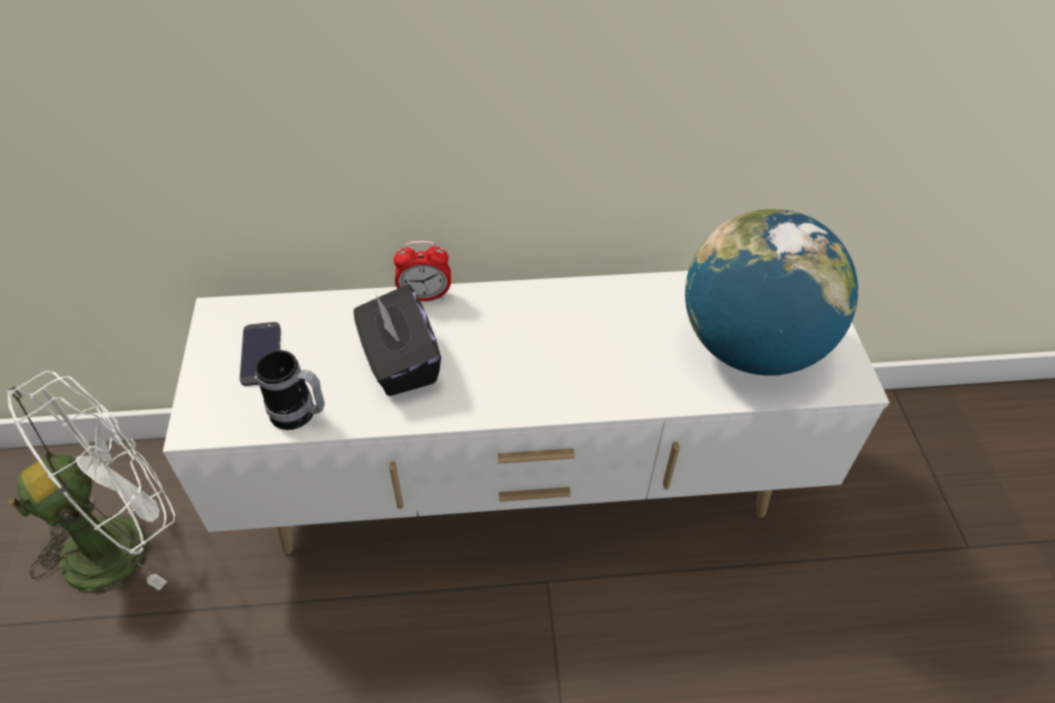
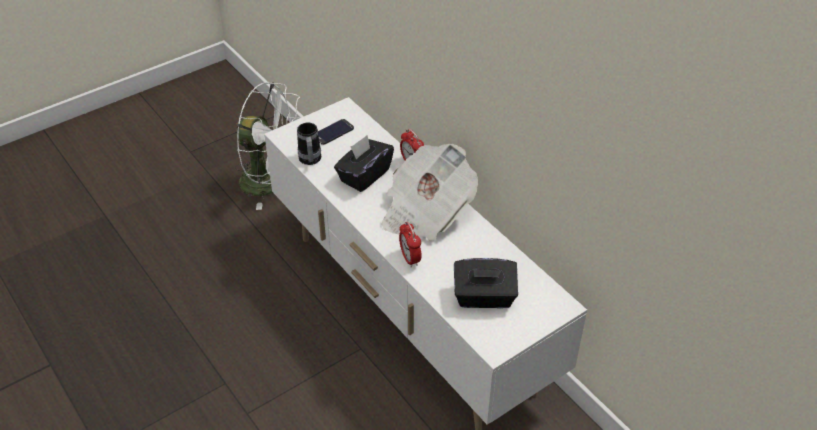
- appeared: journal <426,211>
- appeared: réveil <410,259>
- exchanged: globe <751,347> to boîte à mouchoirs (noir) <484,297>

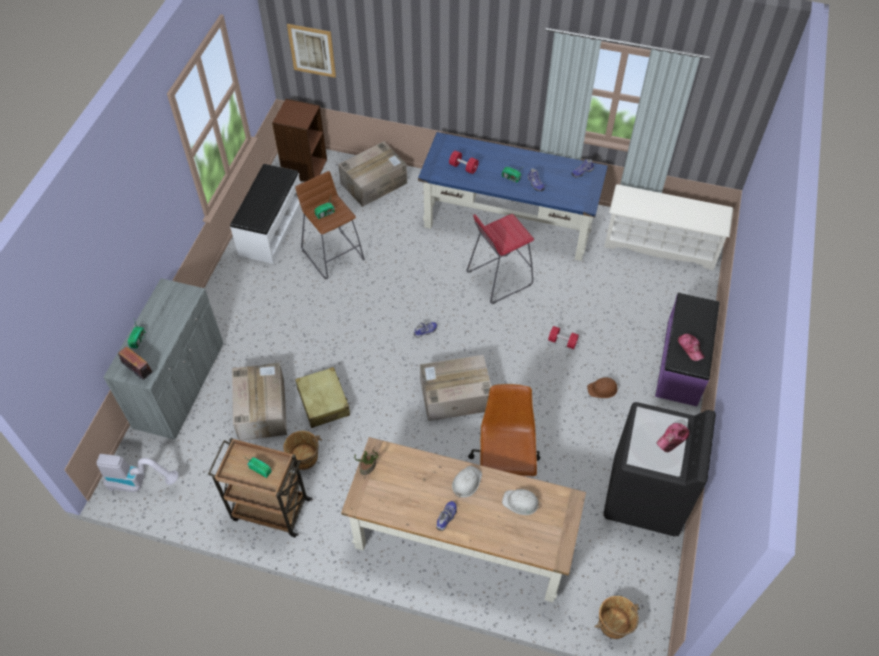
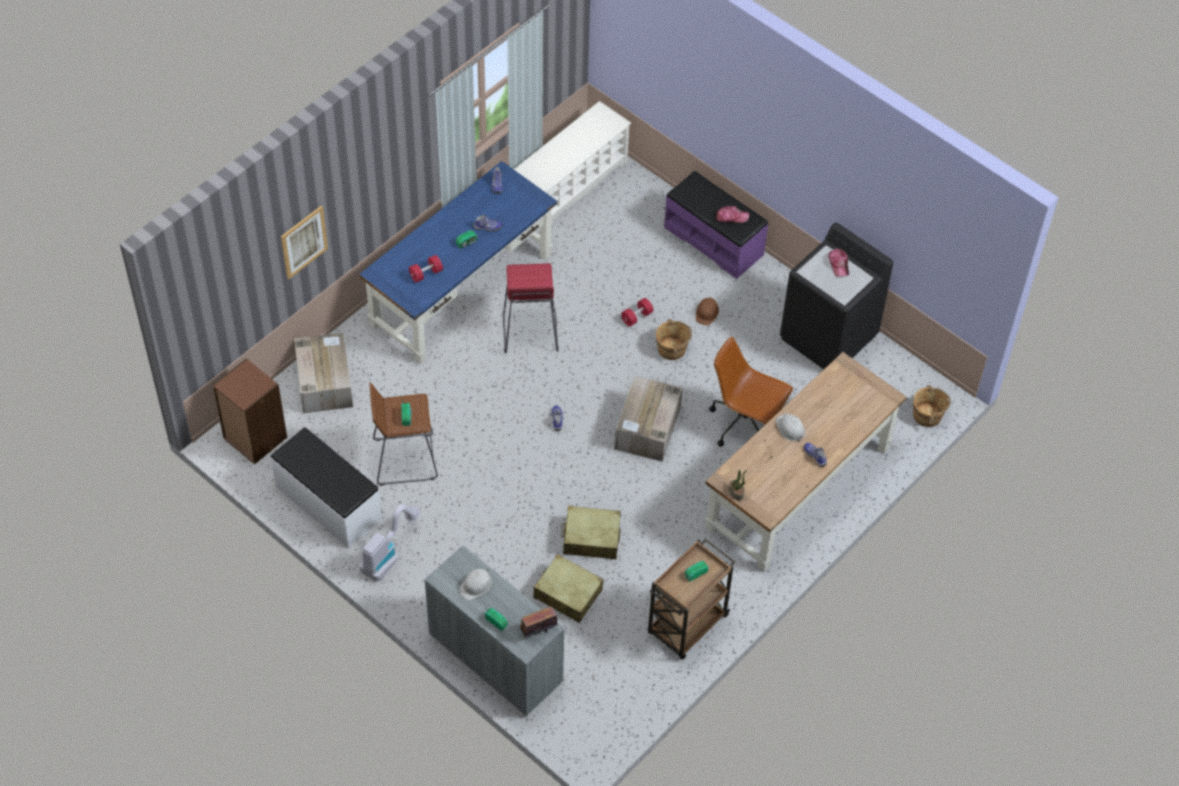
- relocated: aspirateur <139,482> to <388,555>
- relocated: seau (marron) <304,458> to <672,349>
- relocated: tableau <312,50> to <304,242>
- relocated: casque de chantier (blanc) <521,502> to <476,585>
- exchanged: carton <261,408> to valise (beige) <567,594>

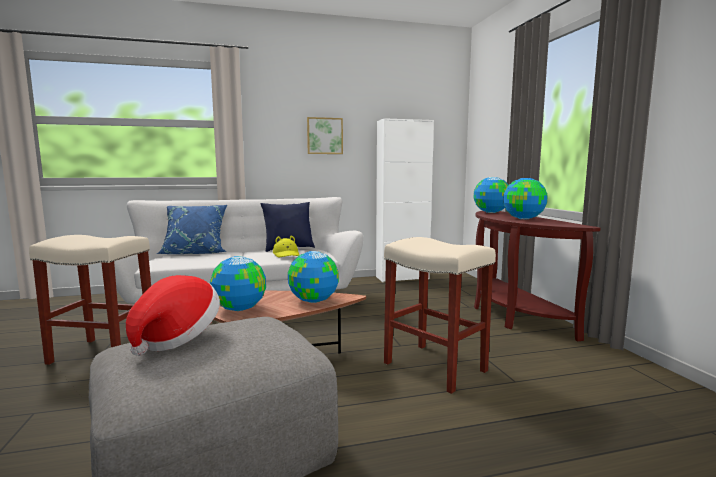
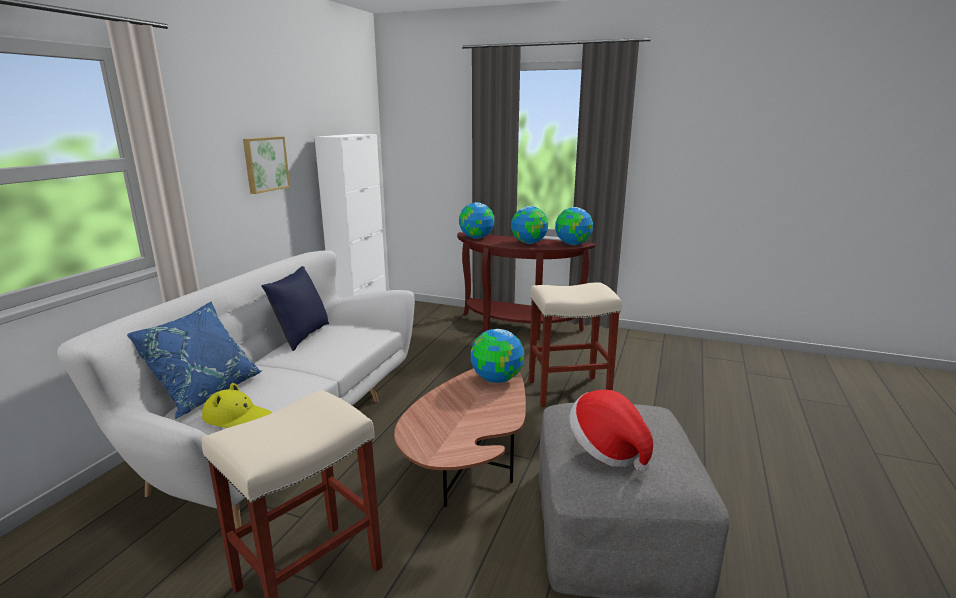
- relocated: globe <239,309> to <572,244>
- relocated: chapeau (jaune) <286,254> to <237,417>

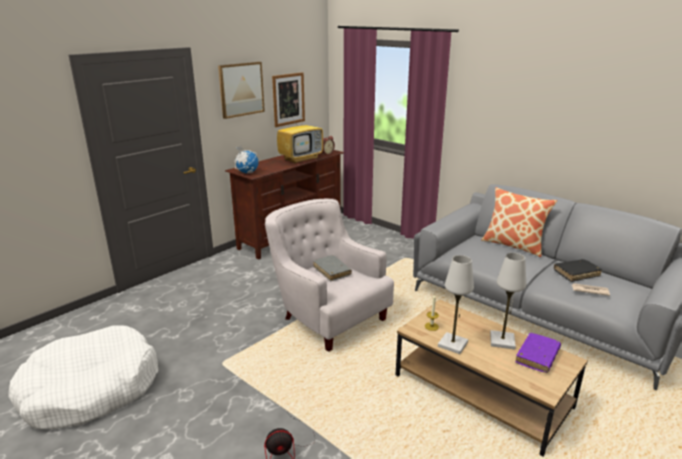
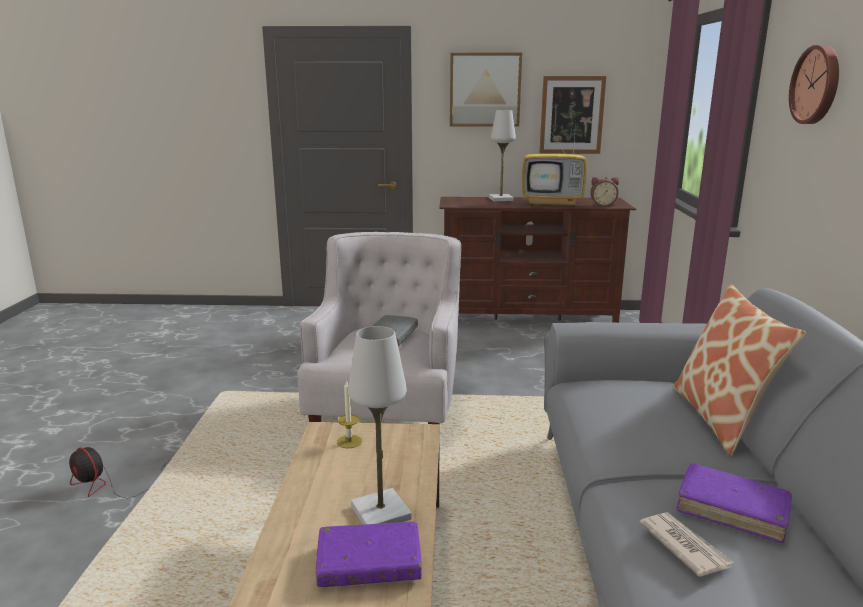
- missing: panier pour chien (blanc) <90,389>
- missing: globe <247,173>
- appeared: horloge murale <817,85>
- relocated: lampe de table (blanc) <453,344> to <501,199>
- colour: livre (noir) <576,274> to livre (violet) <732,510>

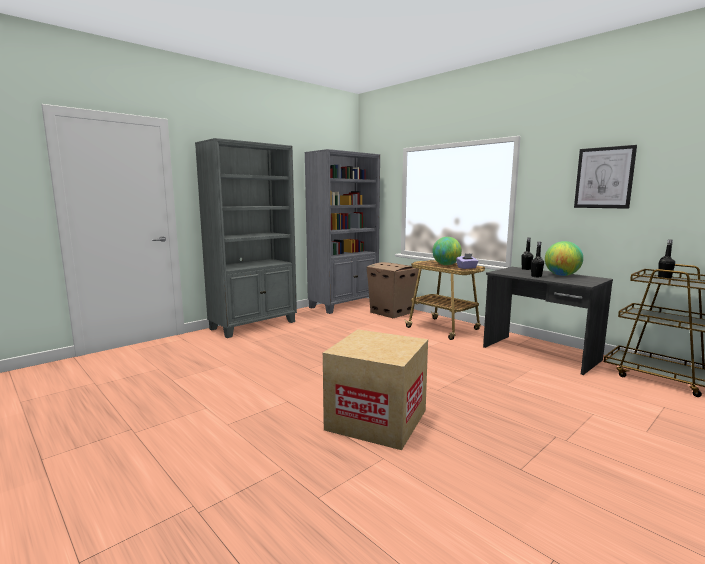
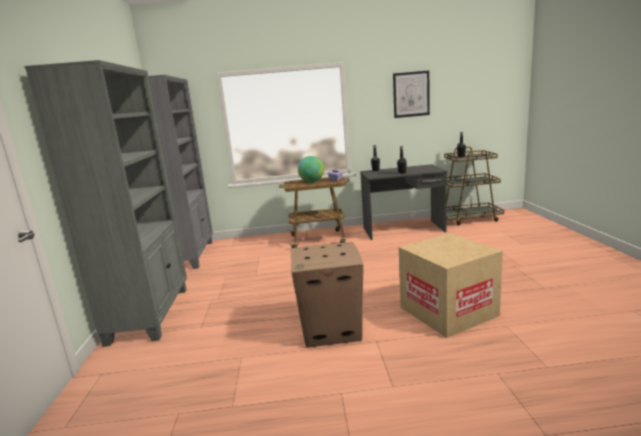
- missing: globe <562,275>
- relocated: carton <392,312> to <331,329>

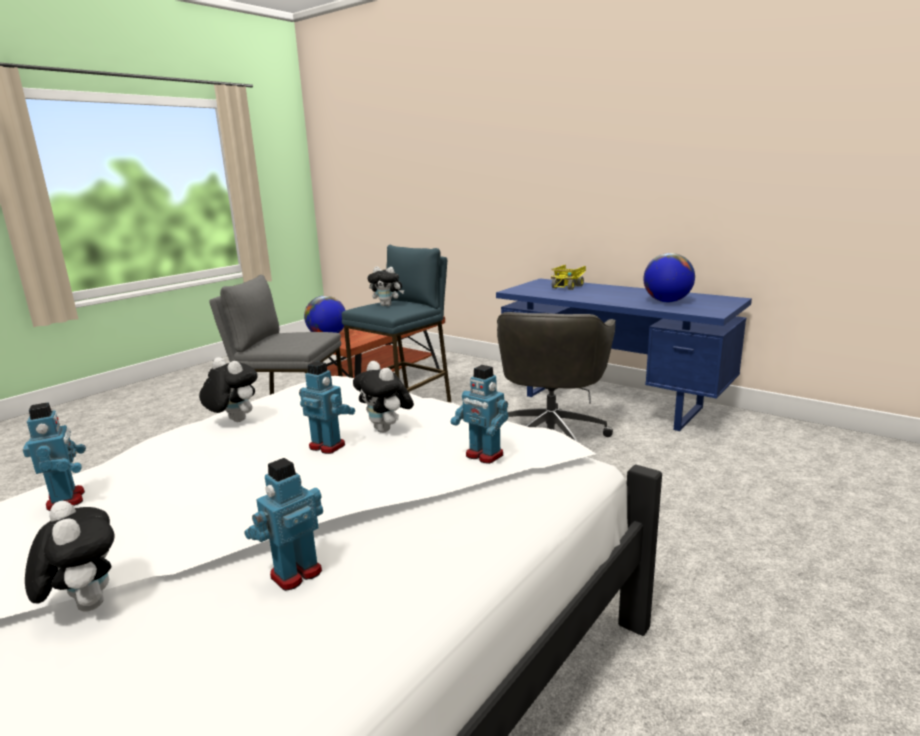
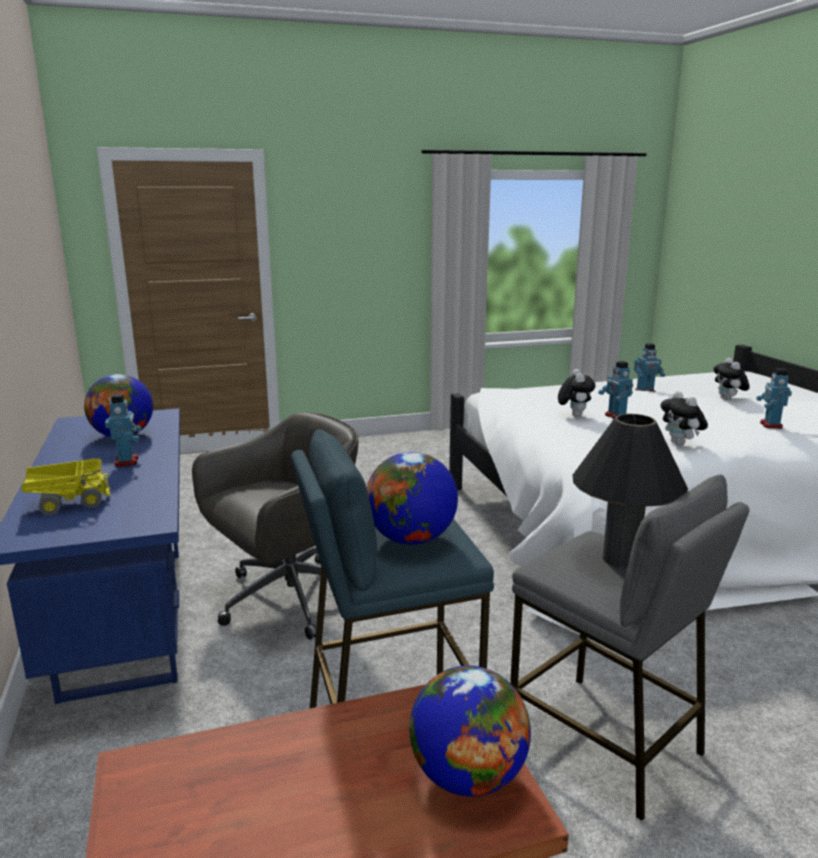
- appeared: lampe de table (noir) <620,559>
- relocated: robot jouet <483,455> to <127,461>
- exchanged: peluche <387,305> to globe <411,539>

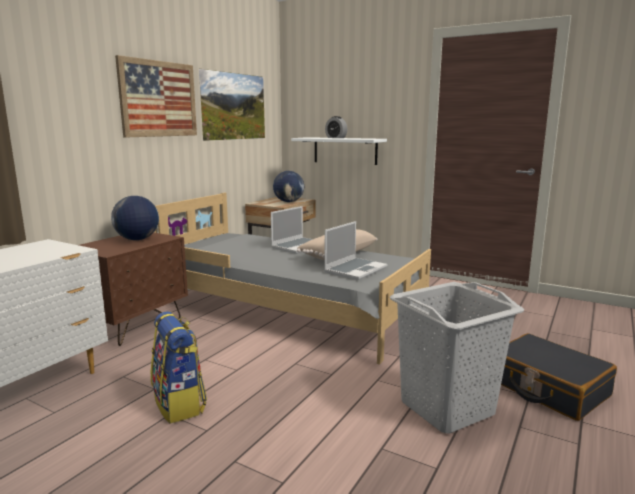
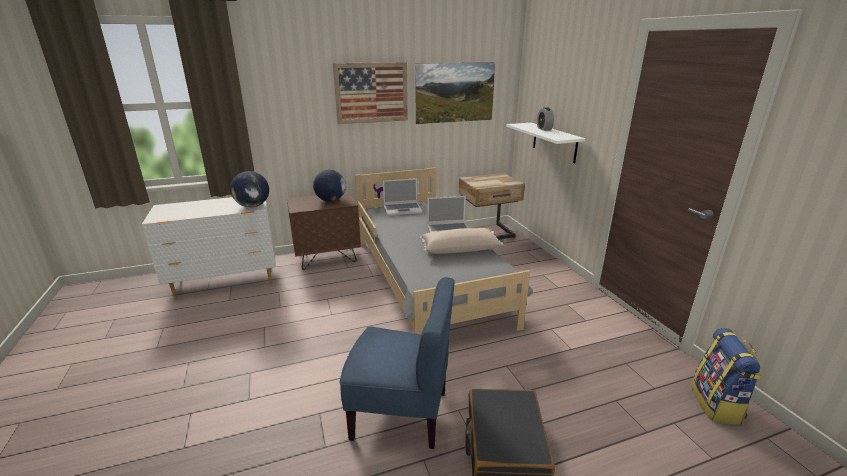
- relocated: sac à dos <180,404> to <717,404>
- relocated: globe <289,202> to <253,206>
- relocated: ordinateur portable <355,269> to <403,209>
- exchanged: panier à linge (gris) <447,408> to chaise (bleu) <400,413>

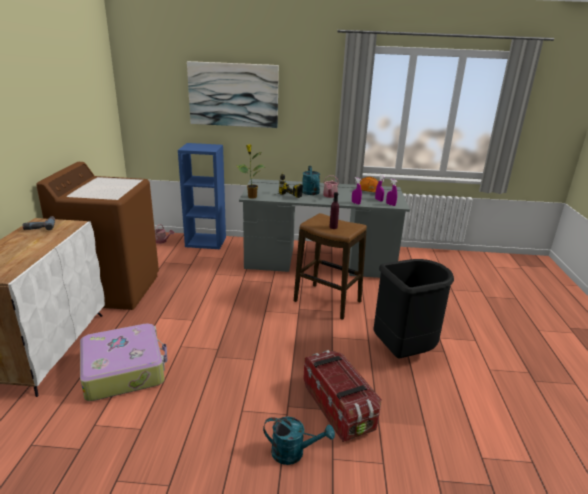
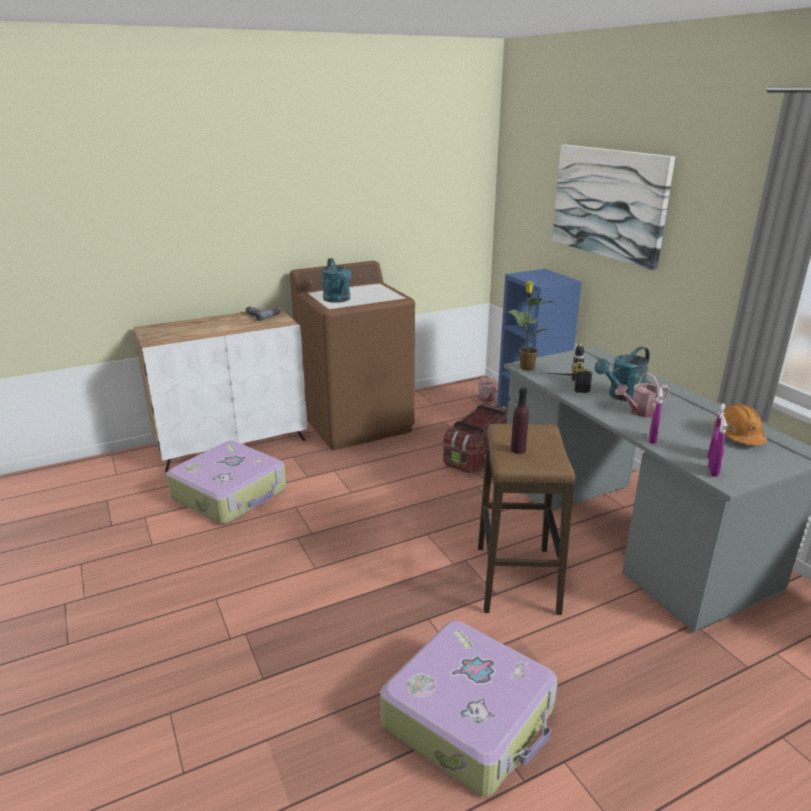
- relocated: arrosoir (turquoise) <294,452> to <338,300>
- relocated: boîte de rangement <338,407> to <480,454>
- exchanged: poubelle (noir) <404,351> to valise <470,718>

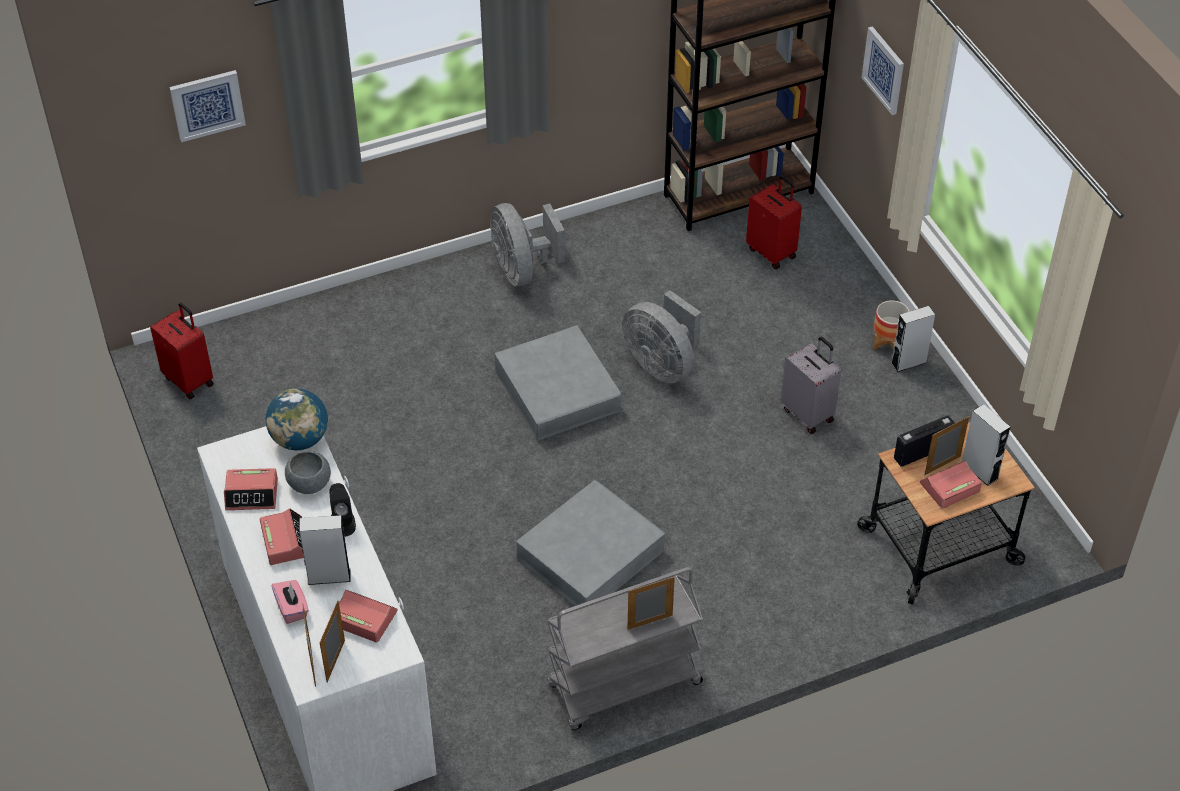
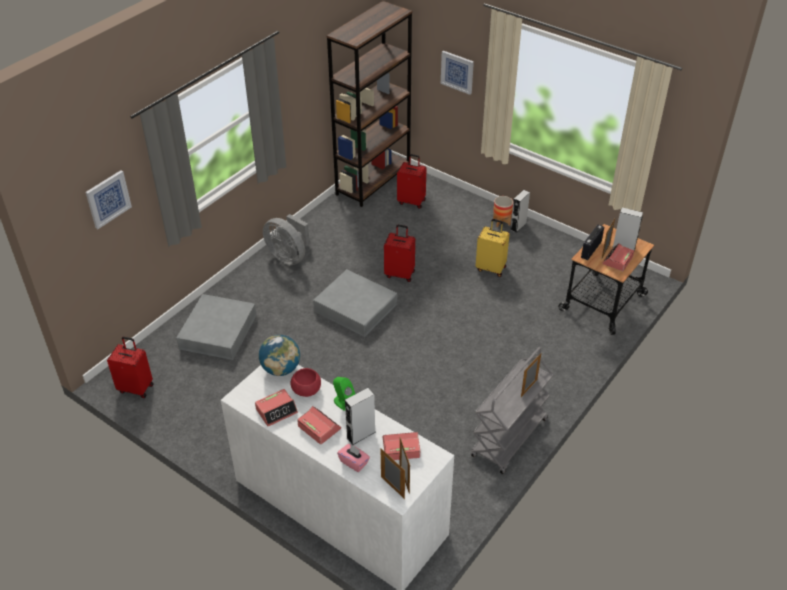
- relocated: boîte de rangement (gris) <590,554> to <218,332>
- exchanged: ventilateur (gris) <662,364> to valise (rouge) <400,274>
- colour: bol (gris) <309,483> to bol (rouge) <306,390>
- colour: enceinte (noir) <342,522> to enceinte (vert) <344,402>
- colour: valise (gris) <808,414> to valise (jaune) <491,268>

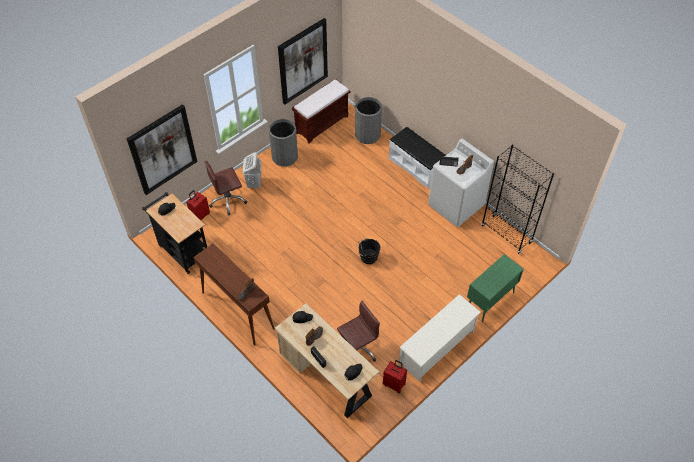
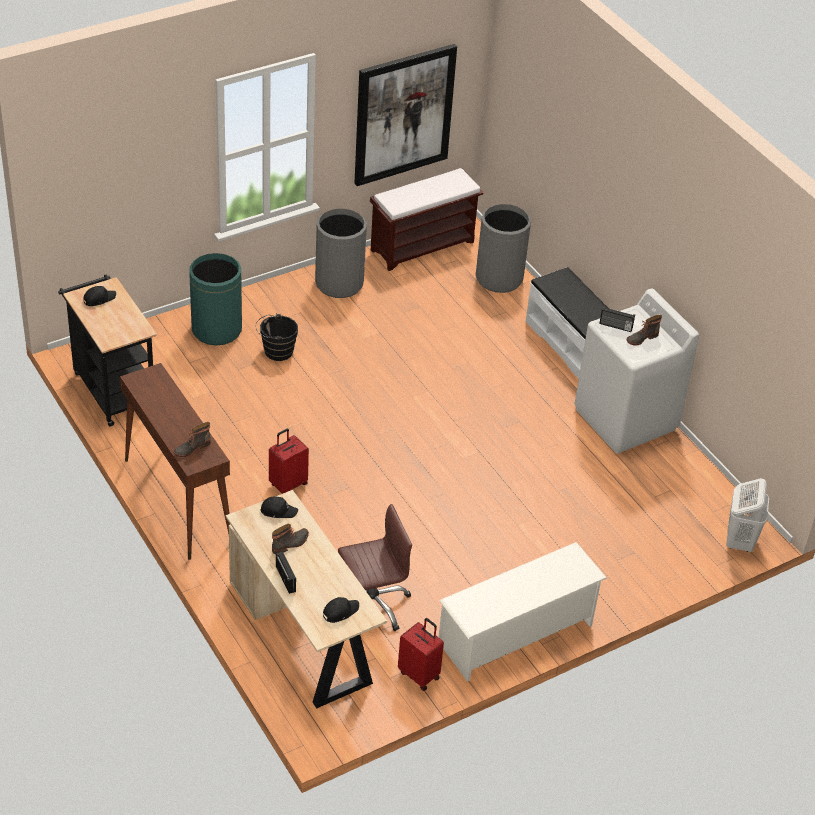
- missing: tableau <162,149>
- missing: meuble de rangement (vert) <489,301>
- missing: bibliothèque (noir) <506,234>
- relocated: valise (rouge) <200,215> to <288,484>
- relocated: panier à linge (blanc) <254,183> to <739,541>
- relocated: seau (noir) <367,257> to <276,351>
- exchanged: chaise de bureau (marron) <228,200> to poubelle (vert) <216,329>

